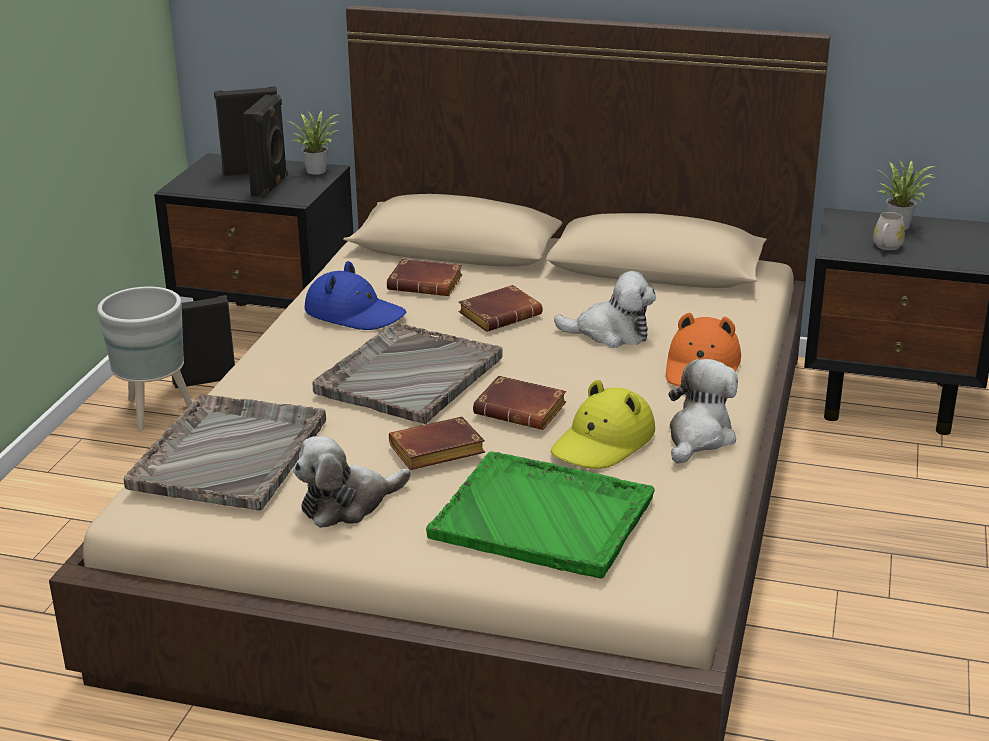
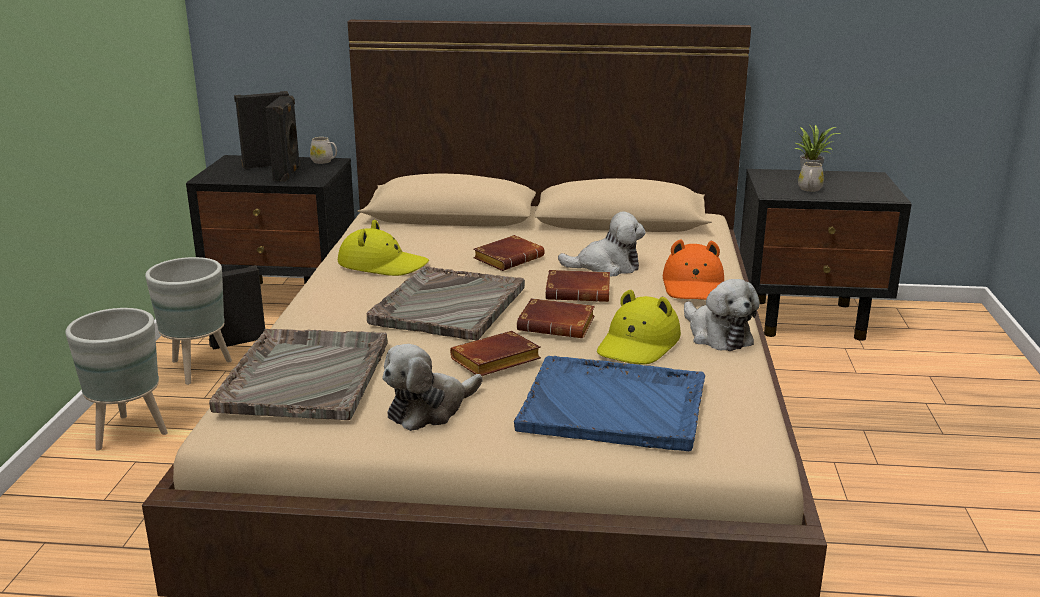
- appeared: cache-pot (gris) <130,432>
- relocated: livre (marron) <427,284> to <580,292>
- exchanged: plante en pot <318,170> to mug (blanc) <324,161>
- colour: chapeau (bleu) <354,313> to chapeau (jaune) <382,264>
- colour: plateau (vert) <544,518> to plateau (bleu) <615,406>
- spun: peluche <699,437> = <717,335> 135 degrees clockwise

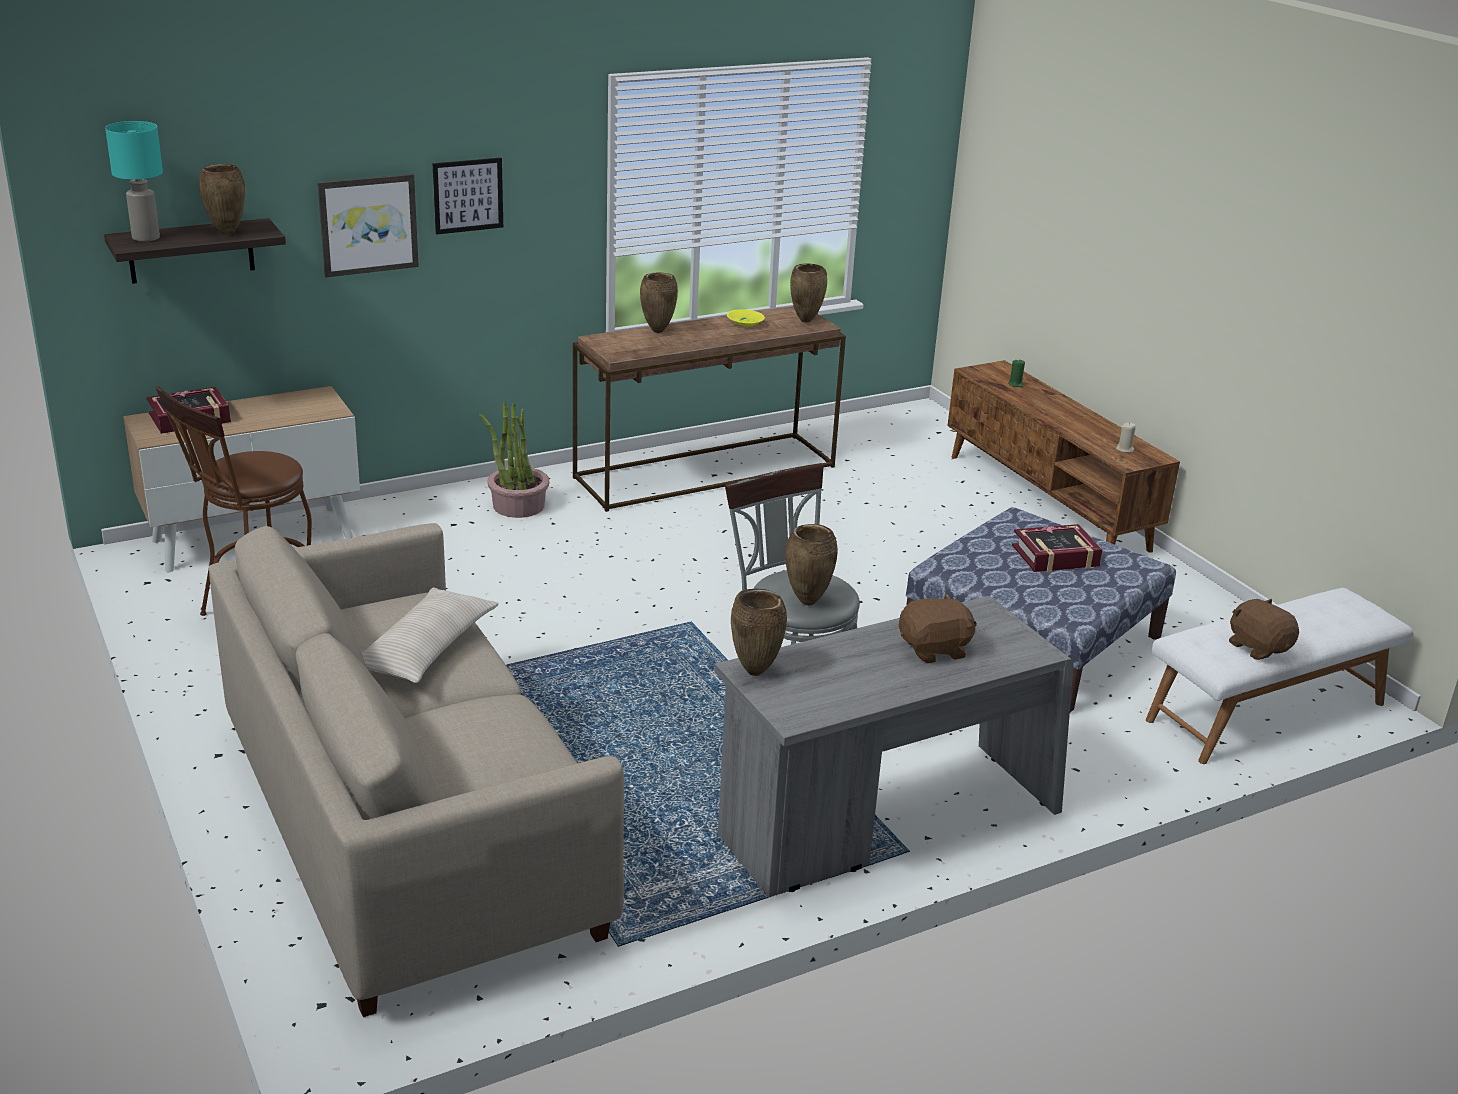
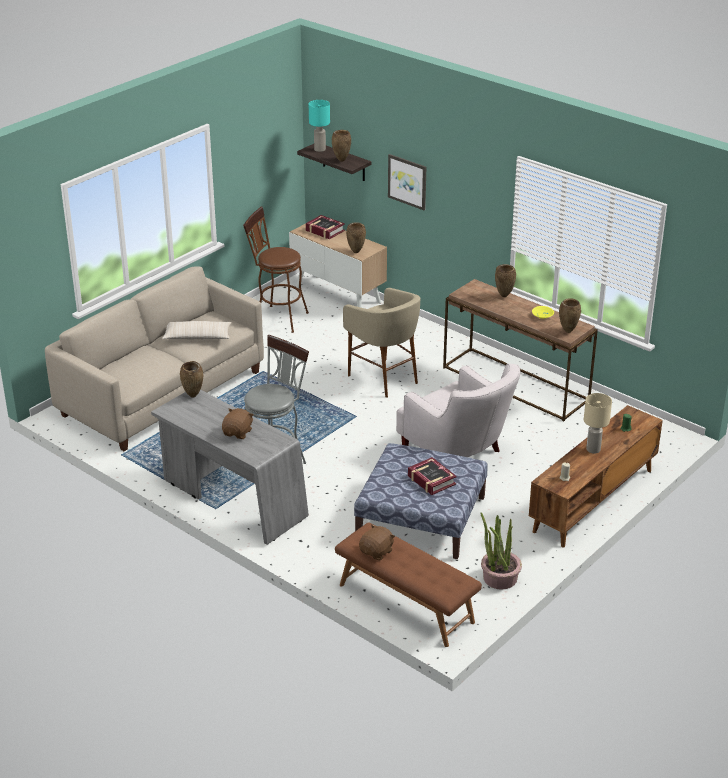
- missing: tableau <468,195>
- appeared: tabouret (beige) <384,379>
- appeared: fauteuil (blanc) <458,451>
- appeared: lampe de table (beige) <593,449>
- relocated: plante en pot <518,506> to <499,578>
- relocated: vase (marron) <806,602> to <356,252>
- colour: banc (blanc) <1267,712> to banc (marron) <405,603>
- spun: peluche (marron) <934,650> = <238,433> 120 degrees counterclockwise

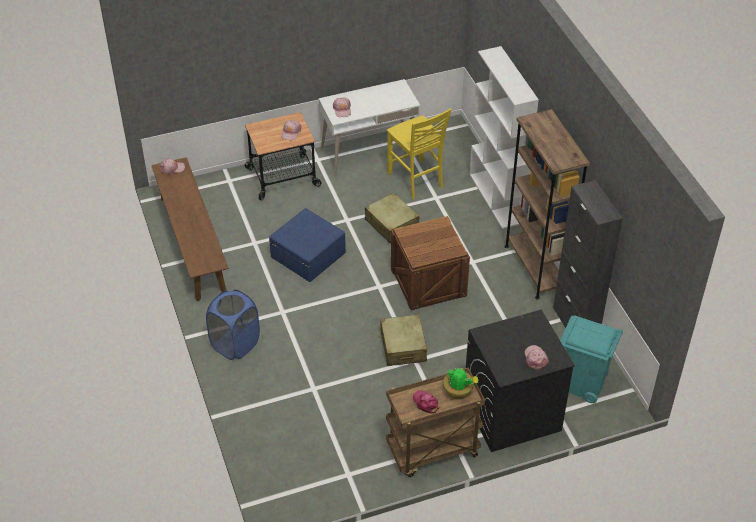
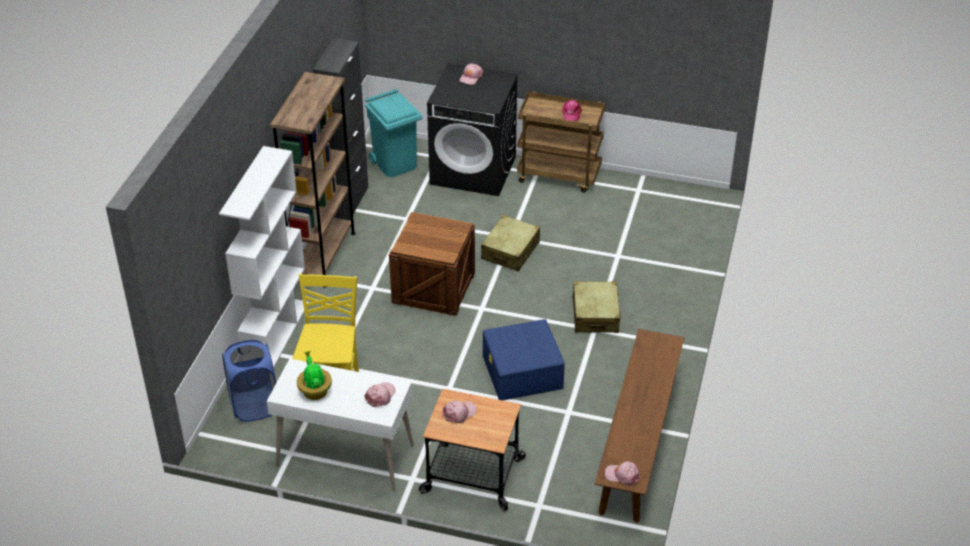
- relocated: panier à linge (bleu) <235,344> to <254,406>
- relocated: valise (beige) <392,224> to <595,315>
- relocated: plante en pot <458,392> to <315,391>

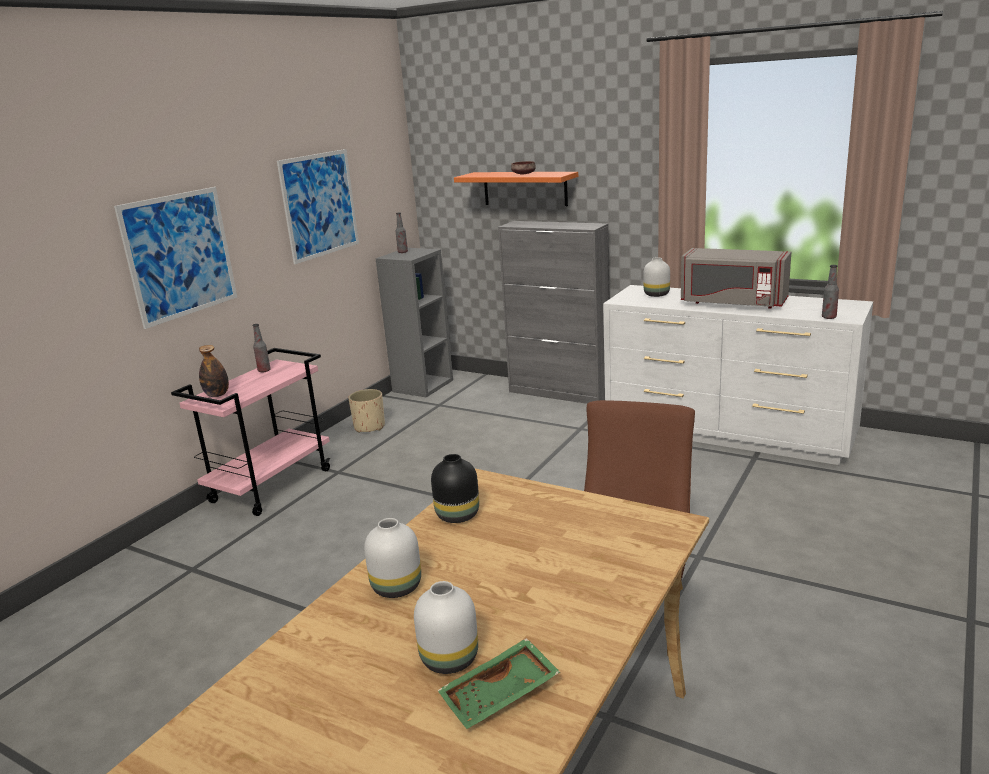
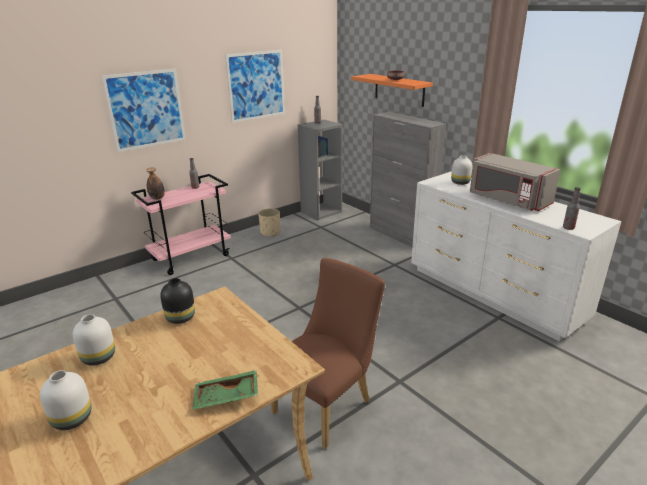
- relocated: plateau (vert) <500,695> to <226,397>

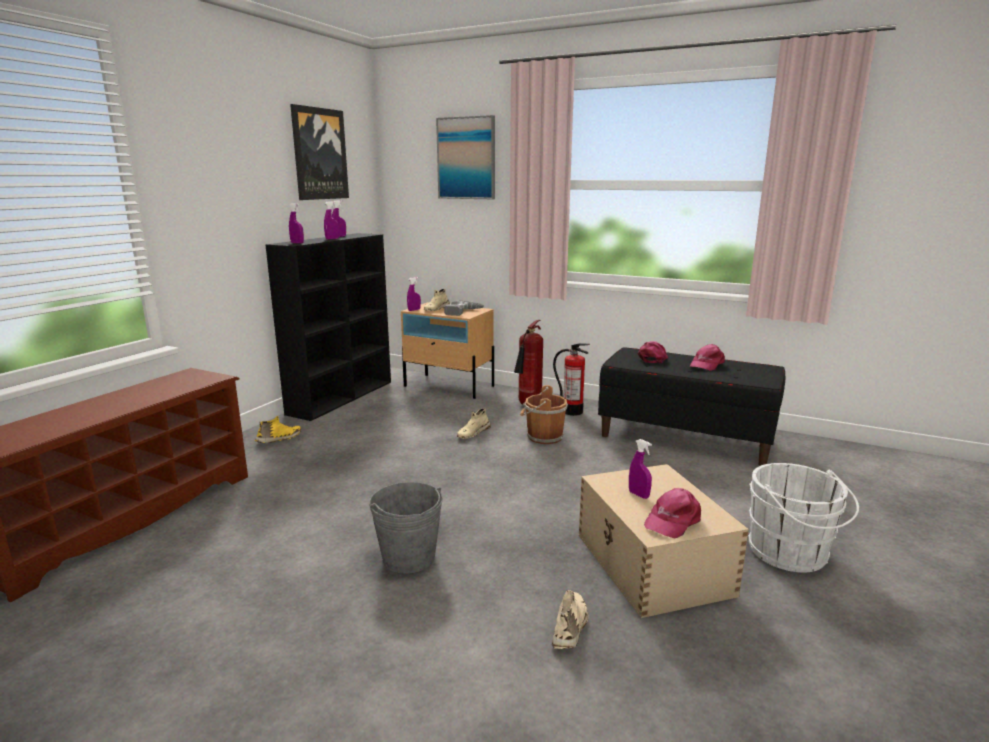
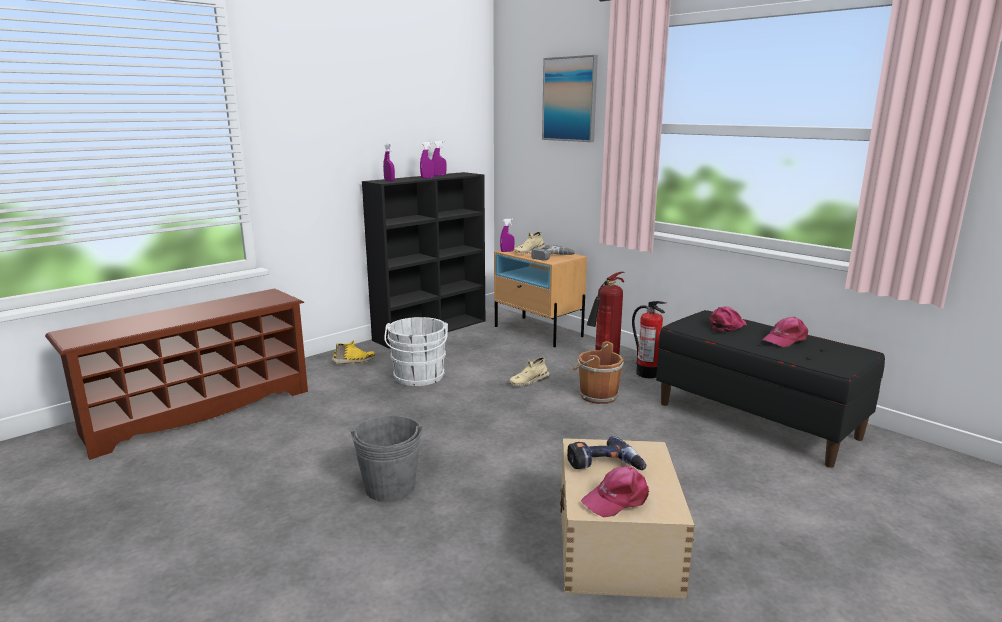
- missing: tableau <319,154>
- missing: chaussure (beige) <570,627>
- relocated: seau (blanc) <791,554> to <418,377>
- exchanged: vaporisateur (violet) <638,495> to perceuse <605,467>

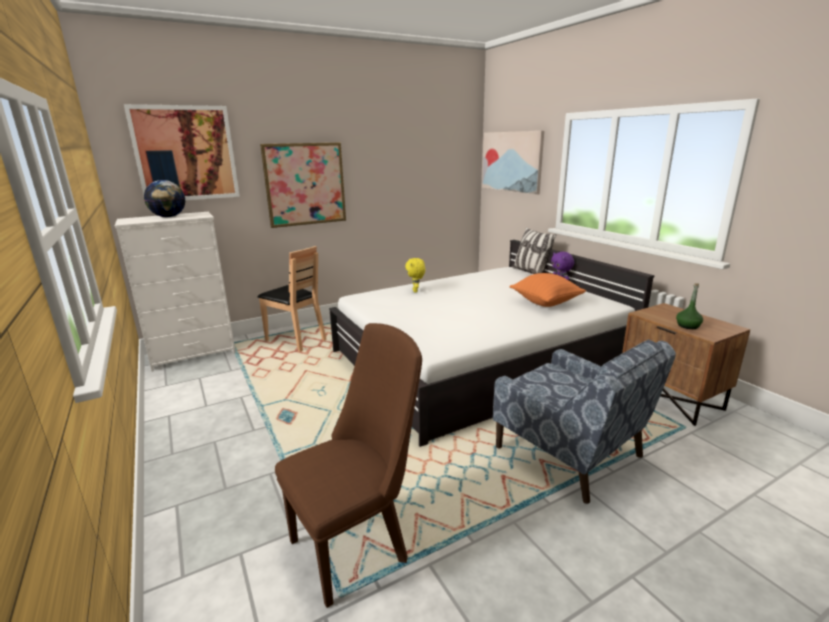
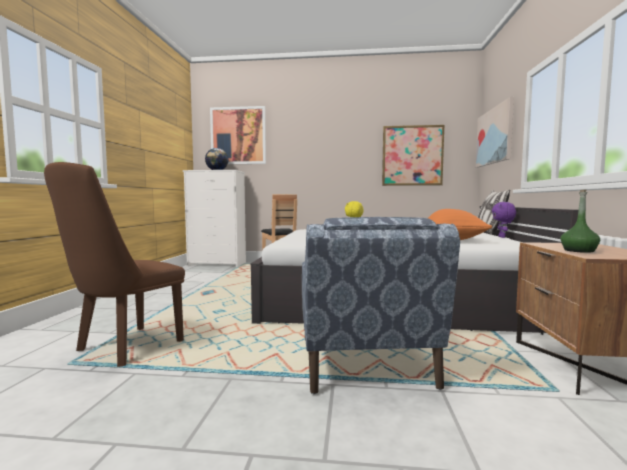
- relocated: tableau <305,184> to <412,155>
- spun: chaise (marron) <357,544> = <123,349> 120 degrees clockwise

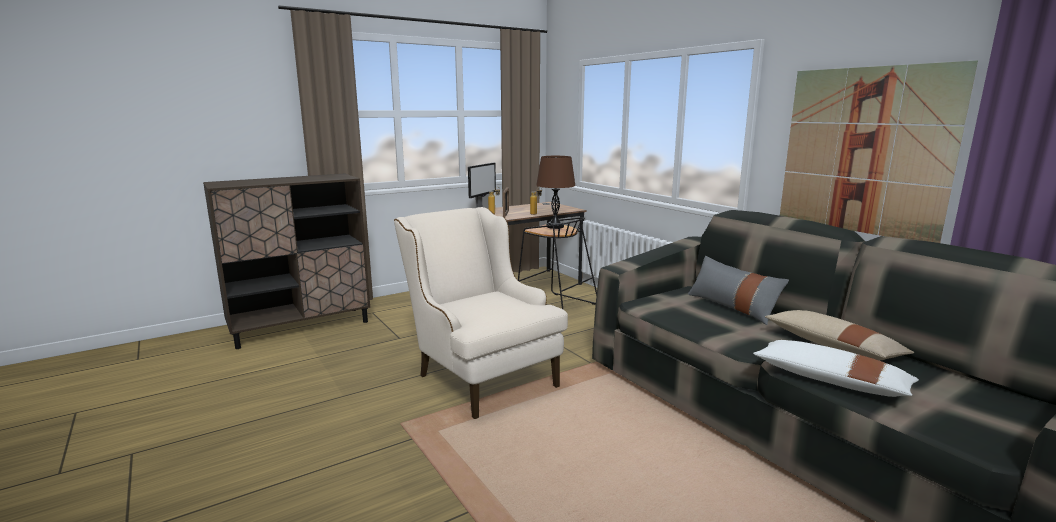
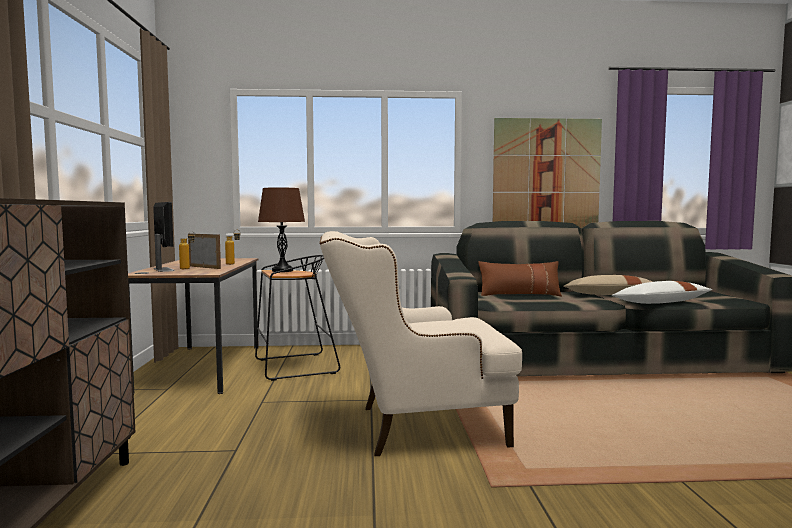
- colour: coussin (gris) <732,307> to coussin (marron) <519,295>

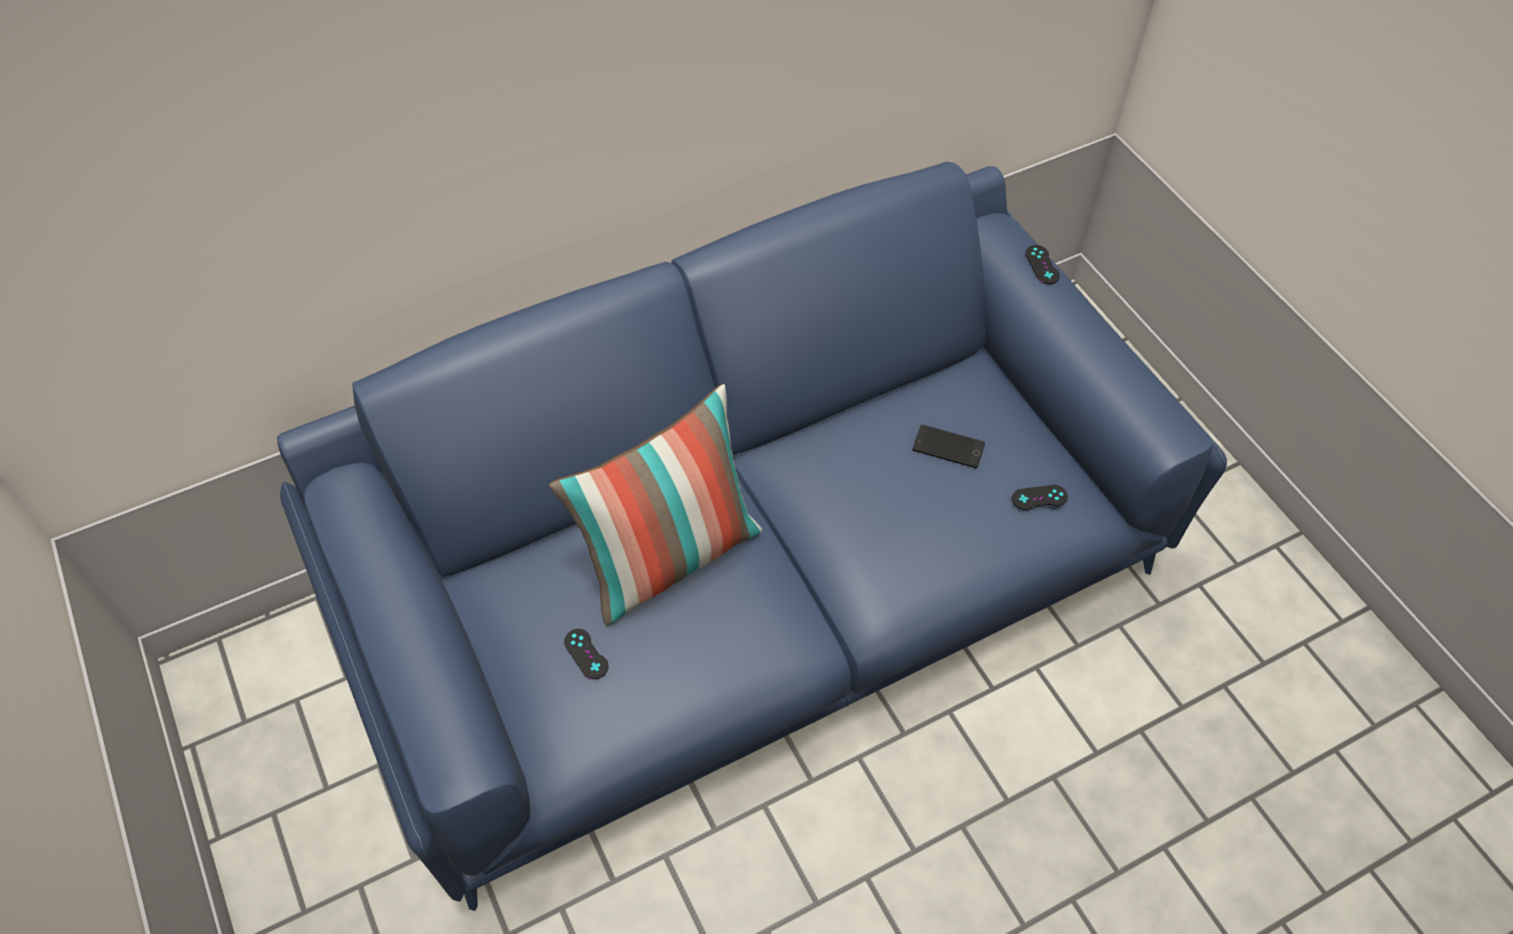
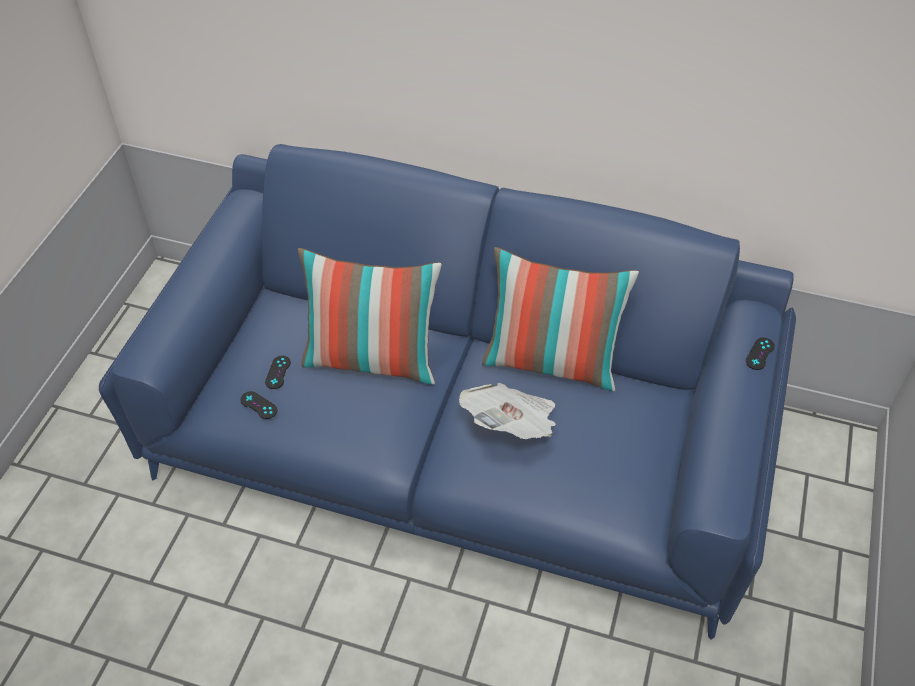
- missing: téléphone <948,447>
- appeared: journal <511,425>
- appeared: coussin <552,362>
- relocated: manette (noir) <1039,497> to <258,405>

